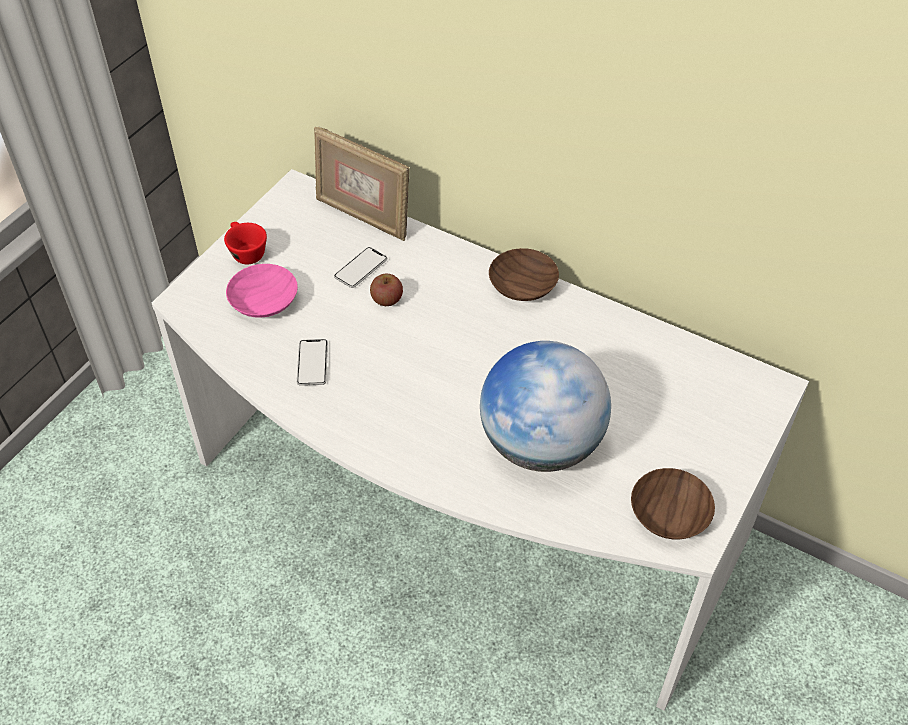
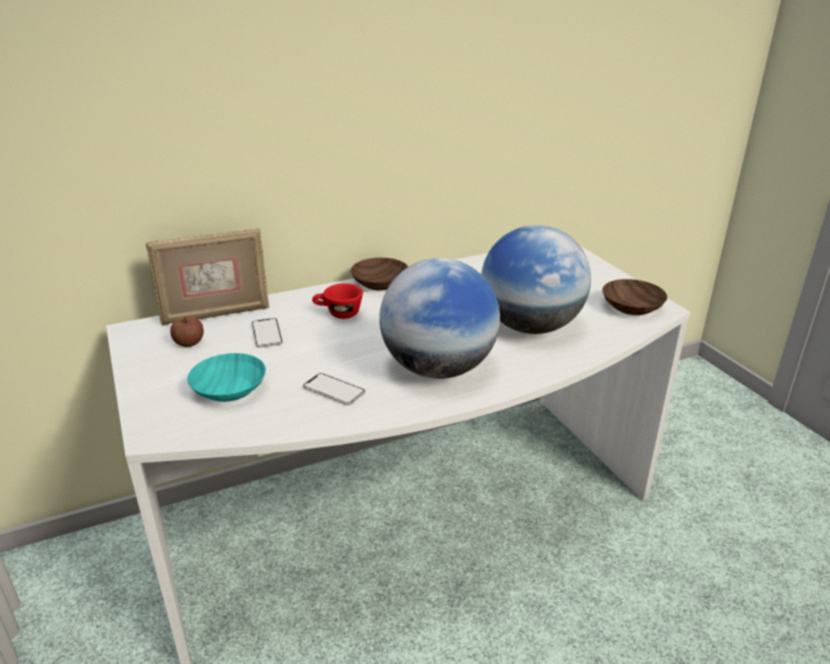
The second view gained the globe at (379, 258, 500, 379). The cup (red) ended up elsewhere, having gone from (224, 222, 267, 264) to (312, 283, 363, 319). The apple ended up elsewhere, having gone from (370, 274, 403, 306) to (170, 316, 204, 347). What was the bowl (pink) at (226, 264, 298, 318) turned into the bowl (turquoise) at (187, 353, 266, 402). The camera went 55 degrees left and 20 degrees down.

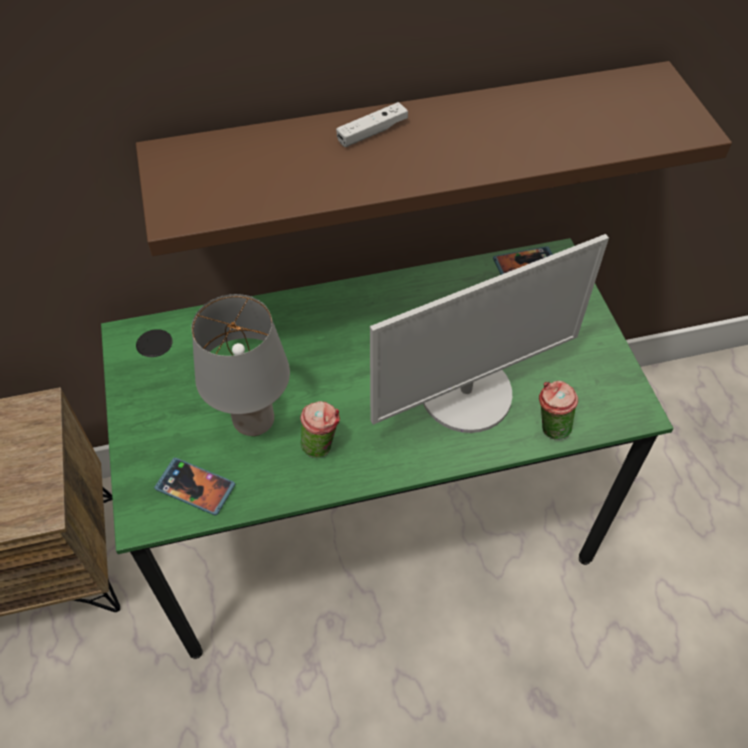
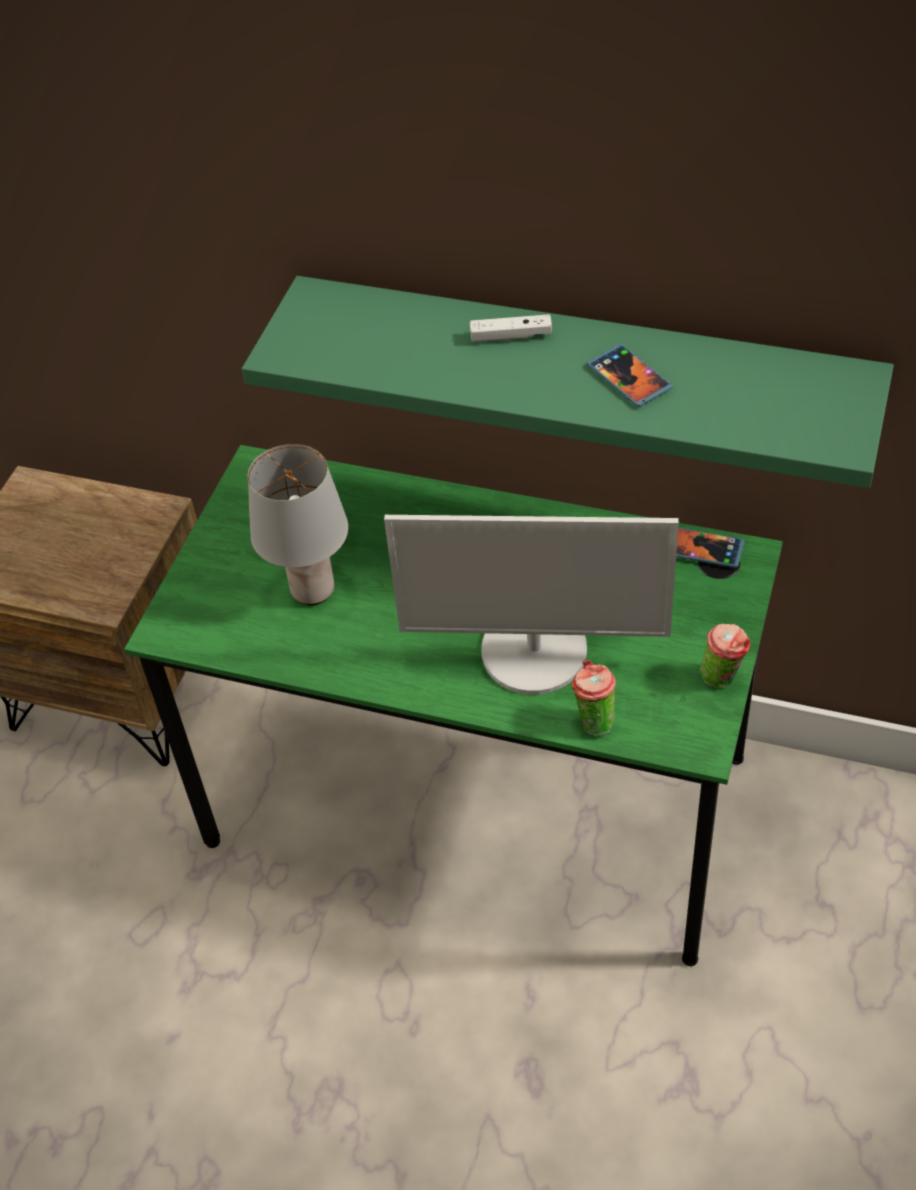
The phone ended up elsewhere, having gone from (154, 458, 235, 515) to (587, 344, 673, 407). The cup ended up elsewhere, having gone from (300, 401, 340, 457) to (700, 624, 750, 688). What was the shelf (brown) at (136, 61, 732, 256) turned into the shelf (green) at (242, 276, 894, 488). The camera went 35 degrees right and 5 degrees down.

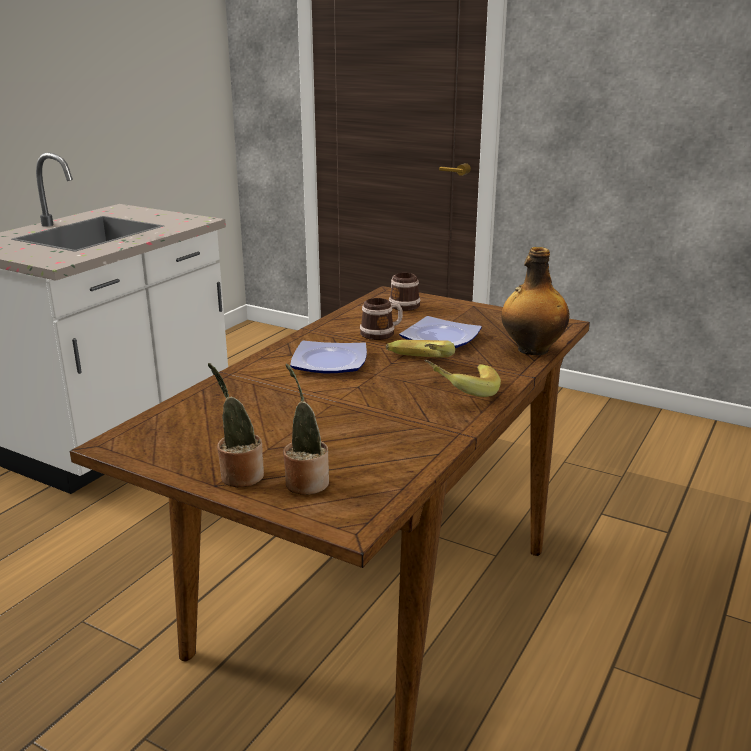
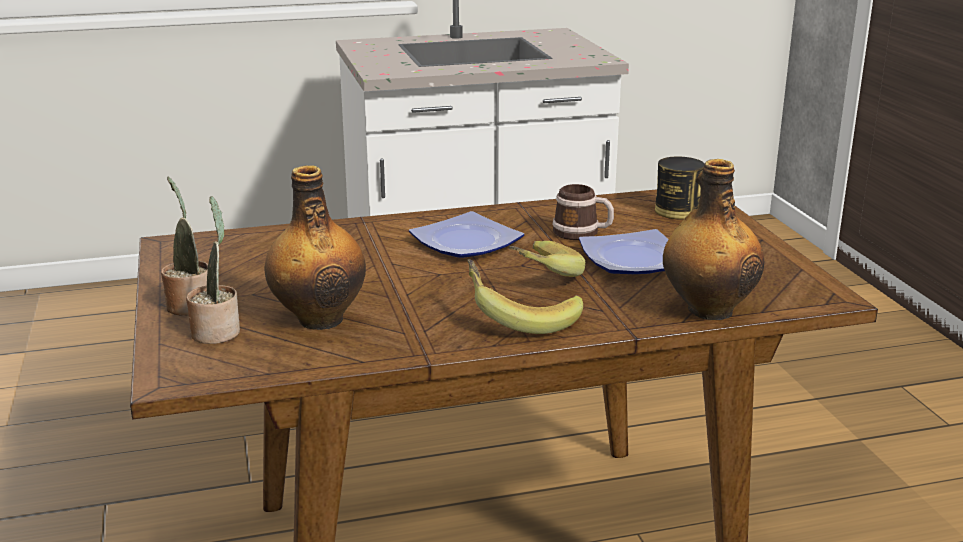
The second view gained the bottle at (265, 165, 366, 330). Where the mug stood at (389, 273, 421, 311), the can came to stand at (655, 157, 705, 219). The camera went 45 degrees right and 0 degrees up.

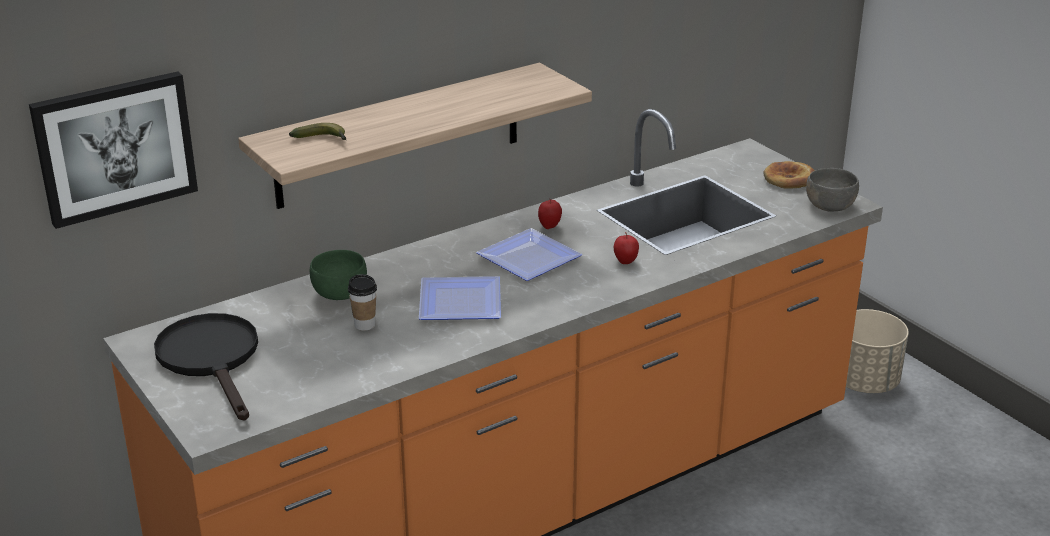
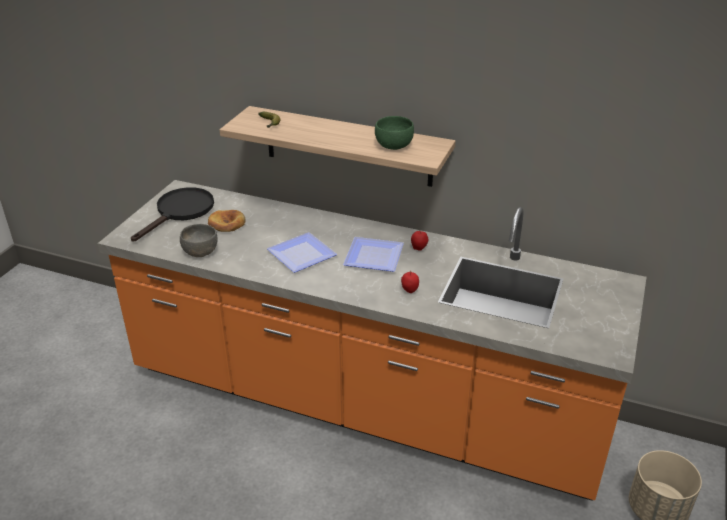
The second view lost the picture at (29, 71, 198, 229). The second view lost the cup at (348, 274, 377, 331). The bowl (green) ended up elsewhere, having gone from (310, 250, 367, 300) to (375, 116, 414, 150). The bread ended up elsewhere, having gone from (763, 161, 815, 189) to (208, 210, 246, 232). The bowl (grey) ended up elsewhere, having gone from (806, 168, 859, 212) to (180, 224, 218, 257). The camera went 55 degrees right and 5 degrees up.

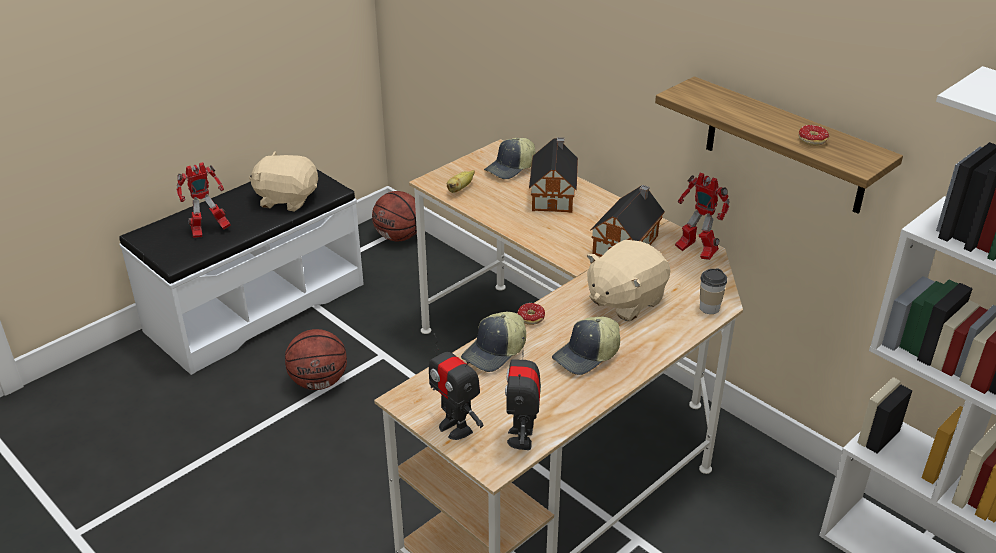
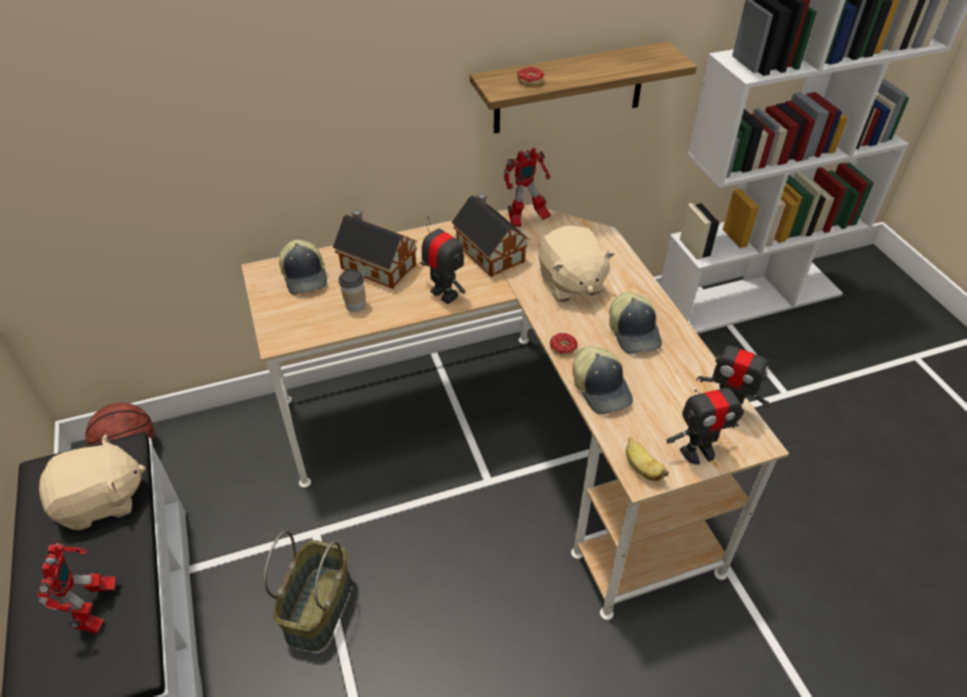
The second view gained the toy robot at (420, 216, 465, 304). The banana ended up elsewhere, having gone from (447, 170, 475, 193) to (626, 437, 669, 481). The cup ended up elsewhere, having gone from (700, 268, 727, 314) to (339, 269, 365, 312). The donut ended up elsewhere, having gone from (798, 125, 829, 146) to (517, 67, 544, 86). Where the basketball stood at (285, 329, 347, 390), the basket came to stand at (264, 530, 351, 651). The plush toy (beige) at (249, 151, 318, 212) ended up facing another way, 150 degrees counterclockwise from before. The camera went 65 degrees left and 10 degrees up.

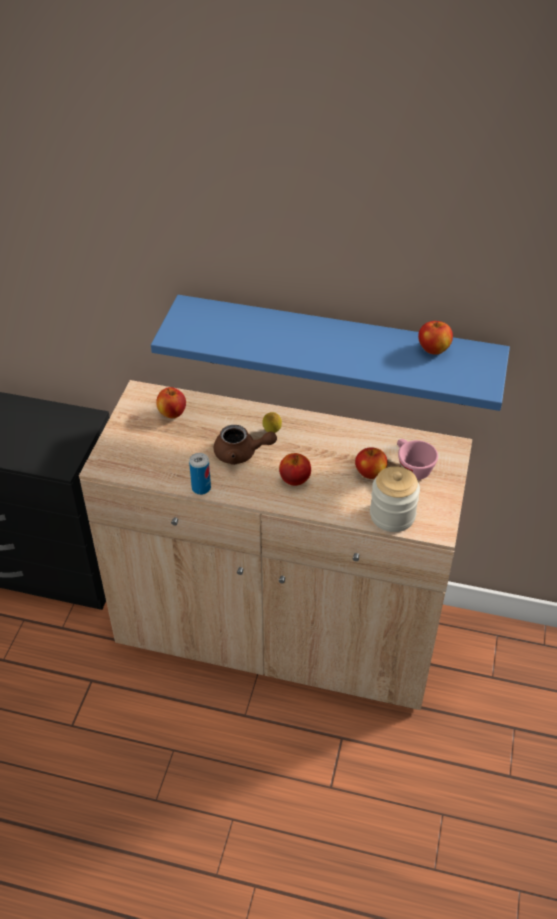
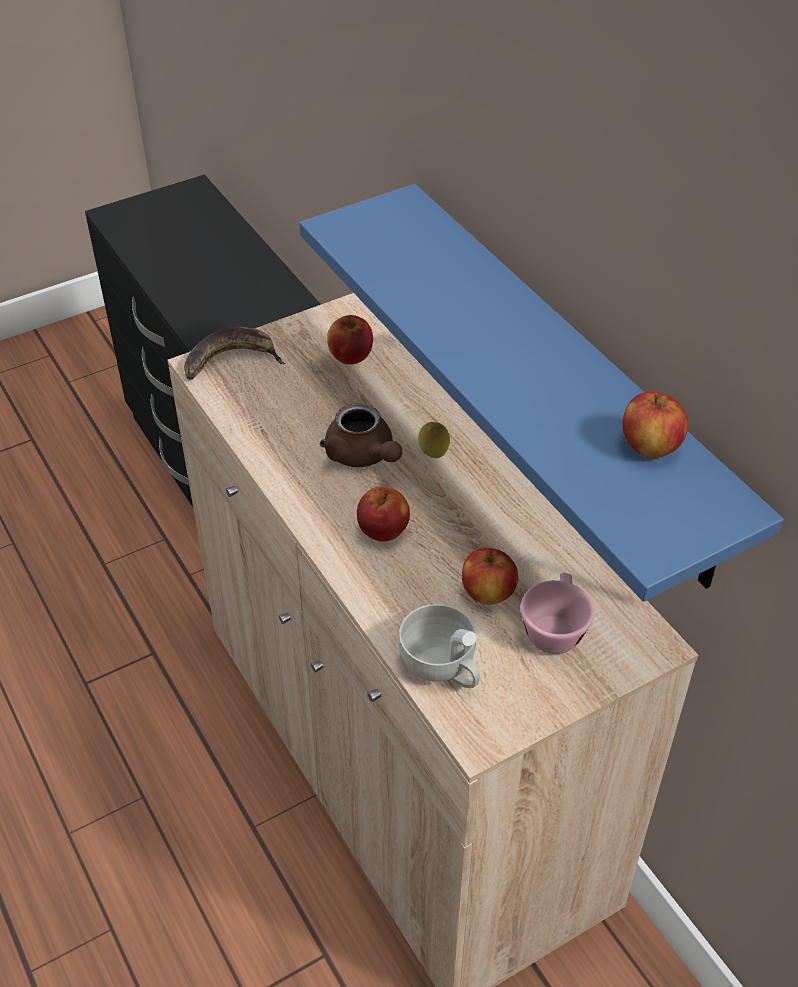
The second view lost the can at (189, 453, 211, 495). The second view gained the banana at (184, 327, 285, 380). Where the jar stood at (370, 466, 420, 532), the cup (white) came to stand at (399, 604, 480, 688). The camera went 45 degrees right and 0 degrees up.

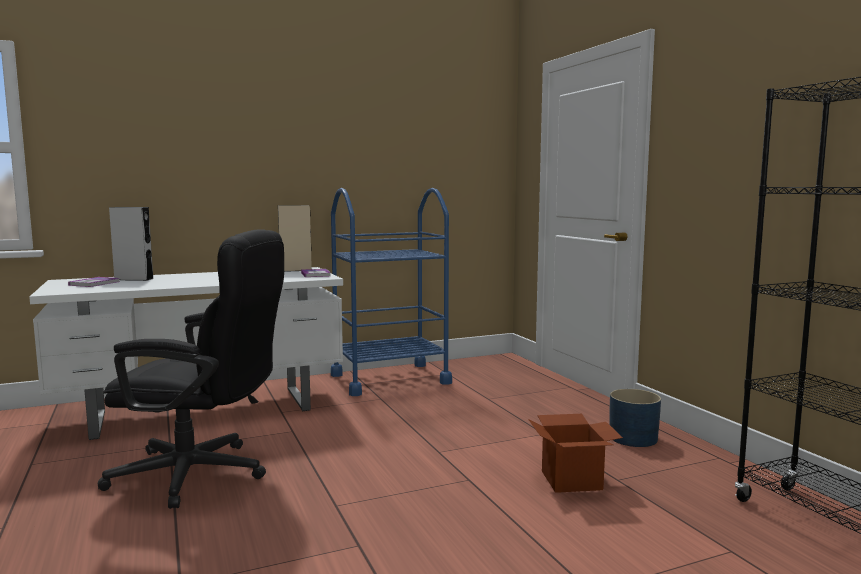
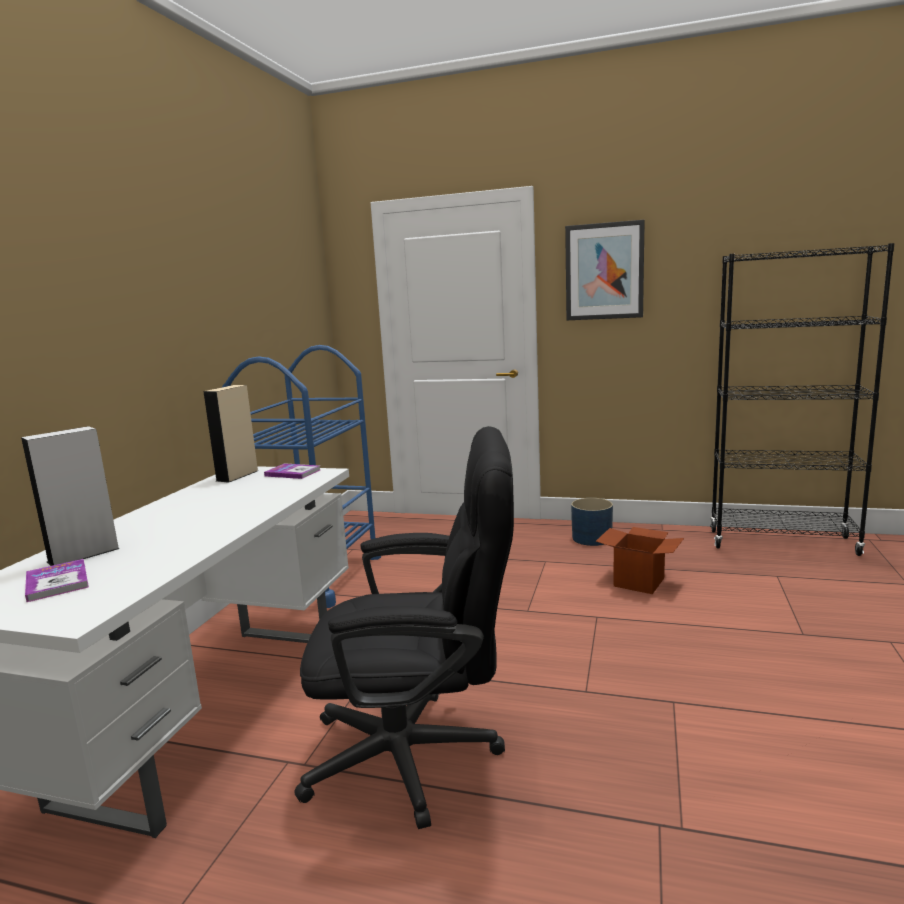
The second view gained the picture at (565, 220, 645, 320). The office chair (black) at (98, 229, 284, 509) ended up facing another way, 45 degrees clockwise from before. The camera went 50 degrees left and 5 degrees up.

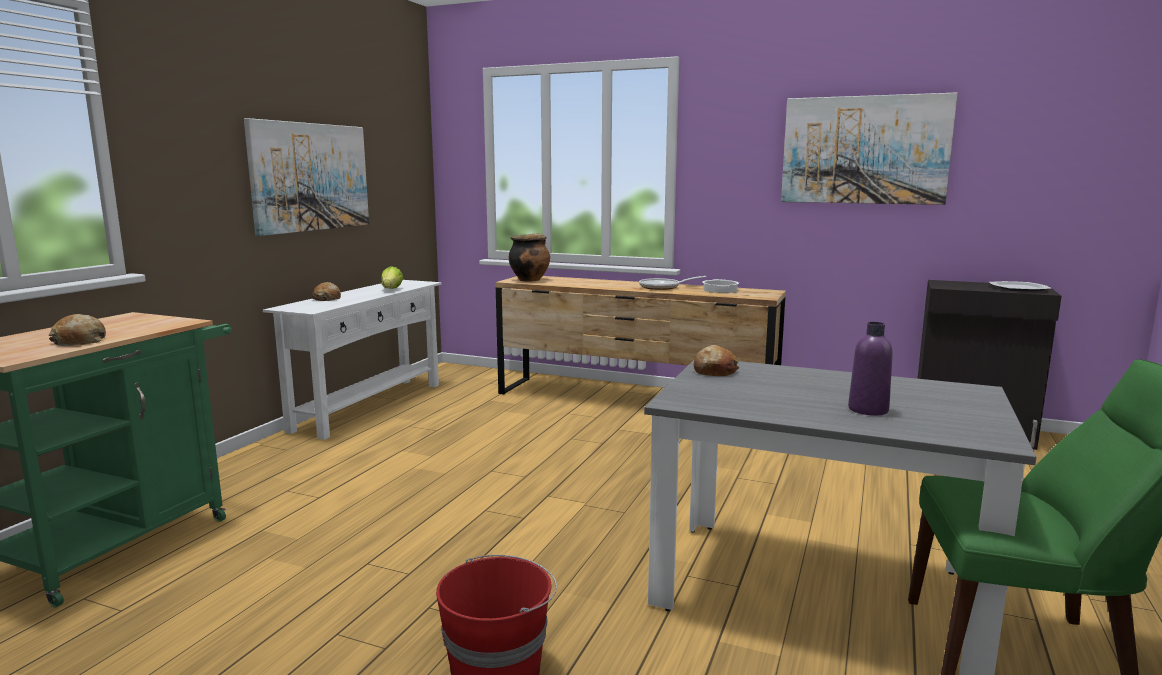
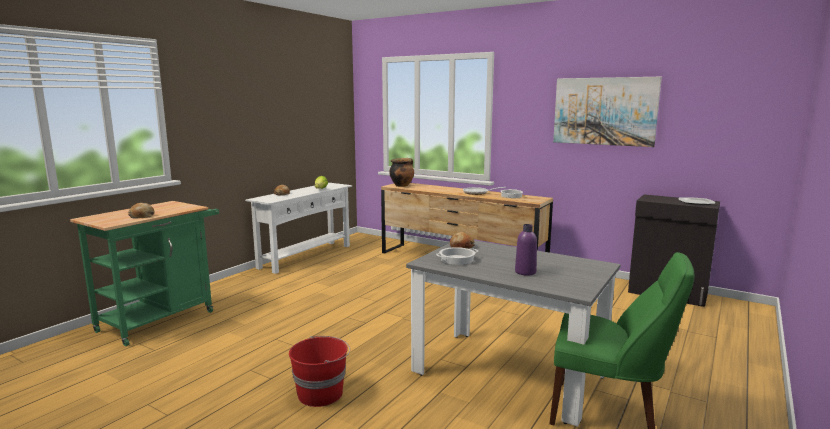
The second view lost the picture at (244, 118, 369, 236). The second view gained the cooking pot at (436, 247, 478, 265). The camera went 10 degrees right and 0 degrees up.

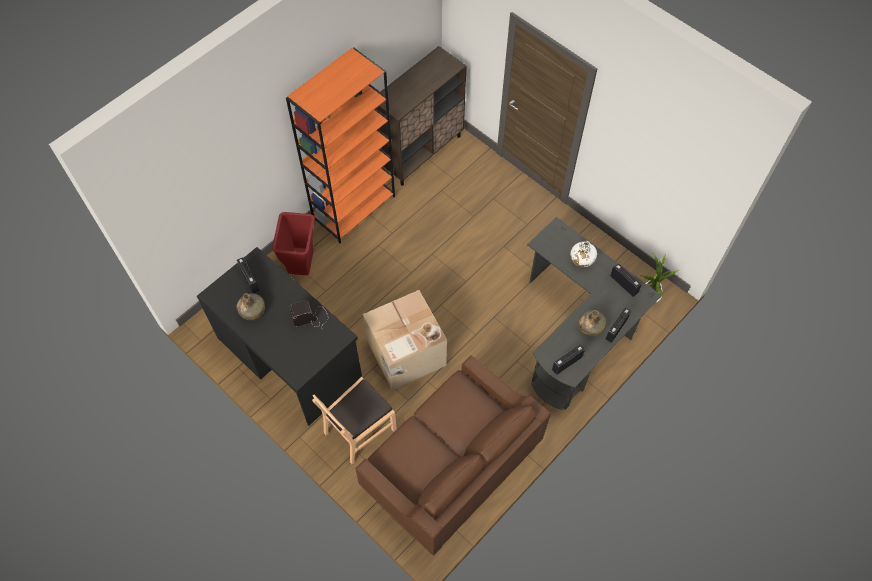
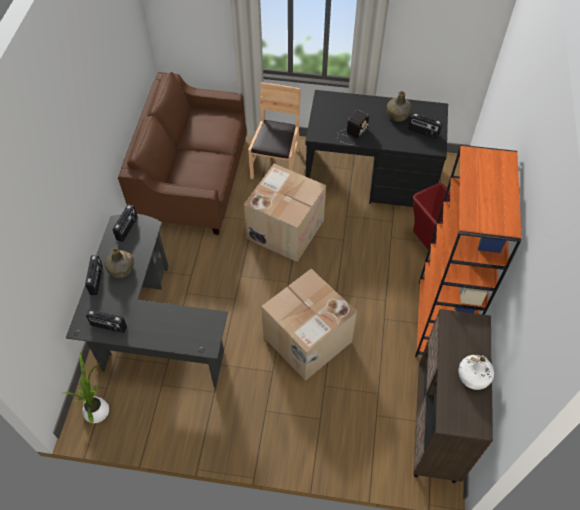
The second view gained the cardboard box at (261, 269, 357, 381). The bottle (white) ended up elsewhere, having gone from (570, 241, 597, 267) to (459, 355, 494, 390). The camera went 145 degrees right and 5 degrees down.

